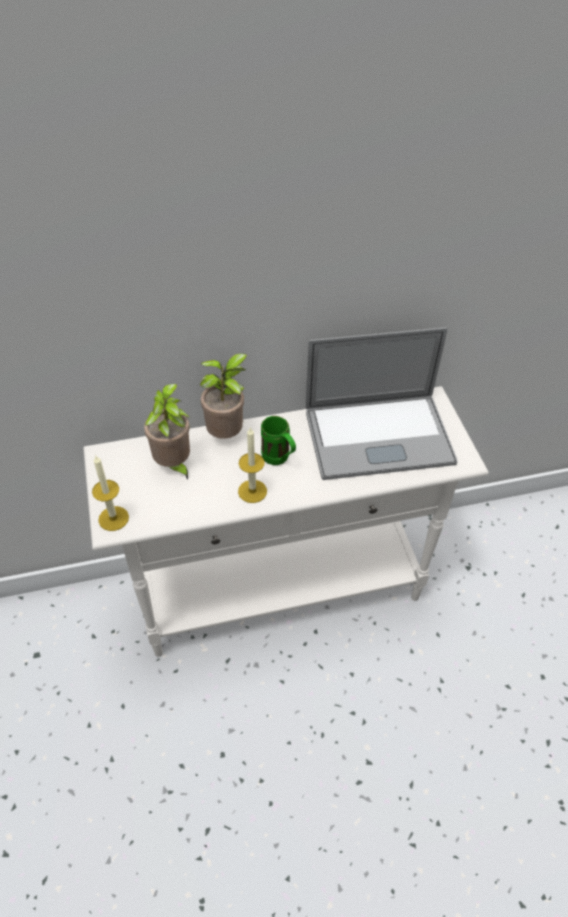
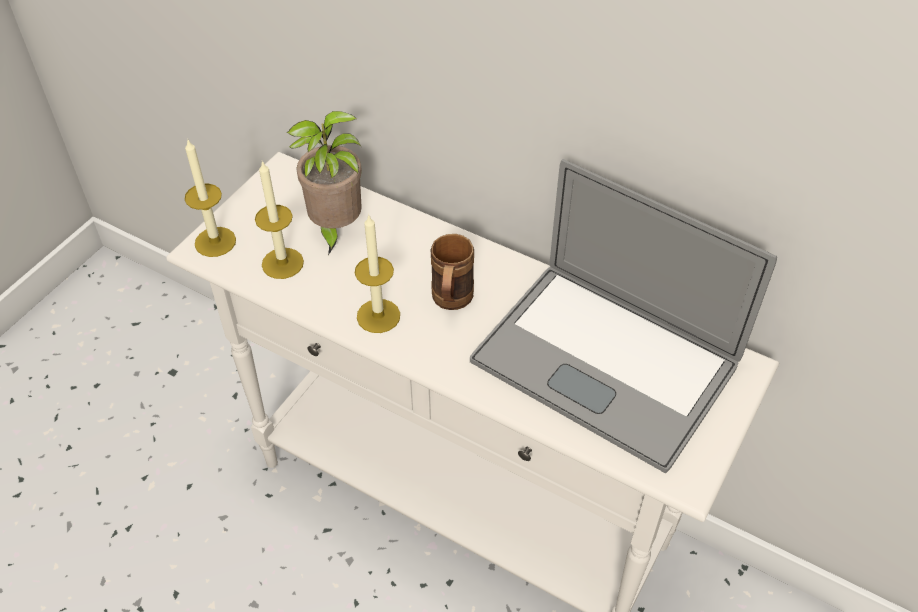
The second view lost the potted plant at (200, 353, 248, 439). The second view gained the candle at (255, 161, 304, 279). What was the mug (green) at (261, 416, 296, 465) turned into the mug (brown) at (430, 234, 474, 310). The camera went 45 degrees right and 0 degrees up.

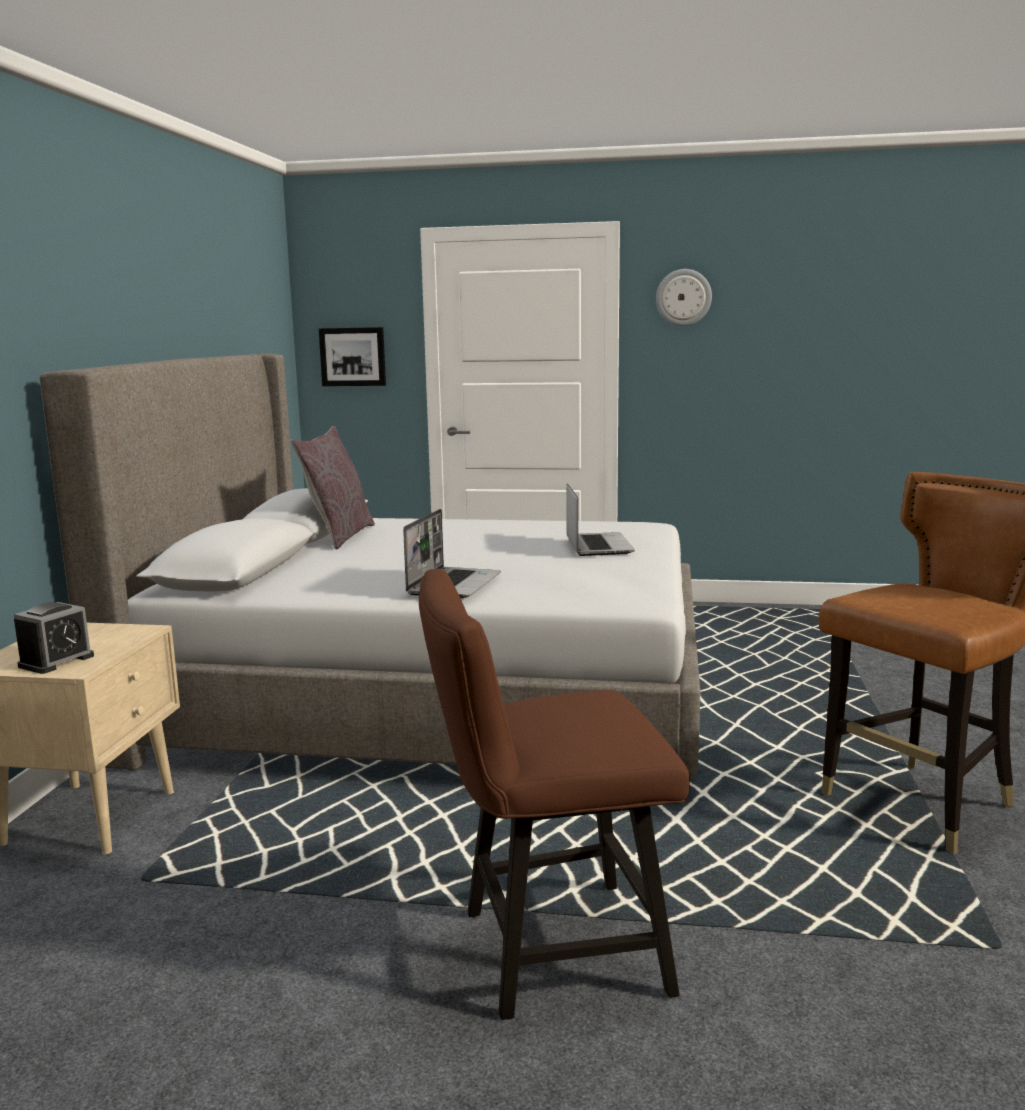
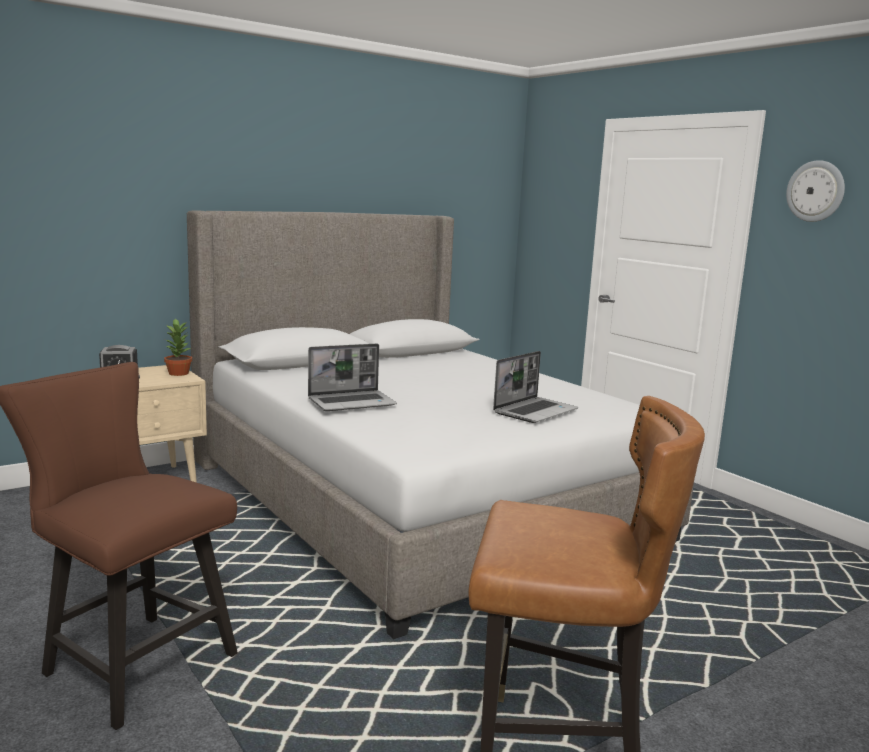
The second view lost the pillow (grey) at (291, 426, 375, 549). The second view lost the picture at (319, 327, 386, 386). The second view gained the potted plant at (164, 319, 192, 376). The camera went 45 degrees right and 0 degrees up.

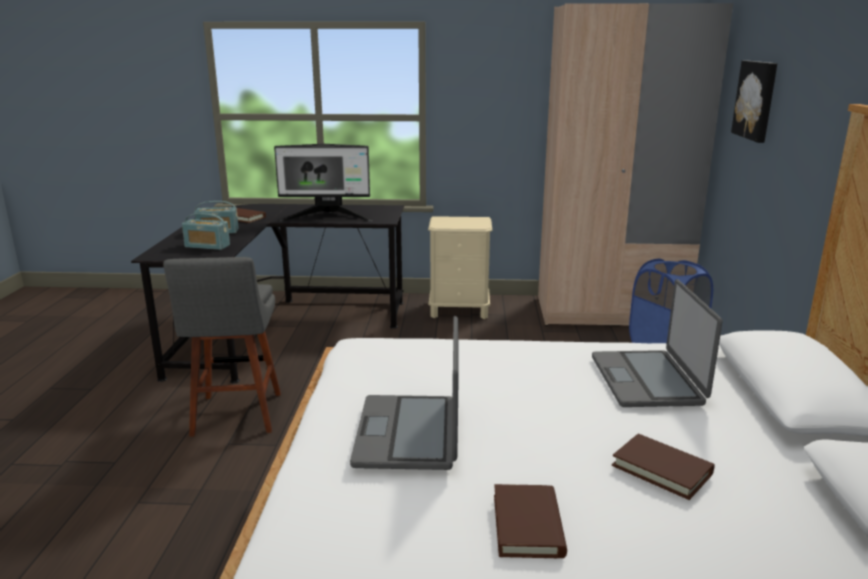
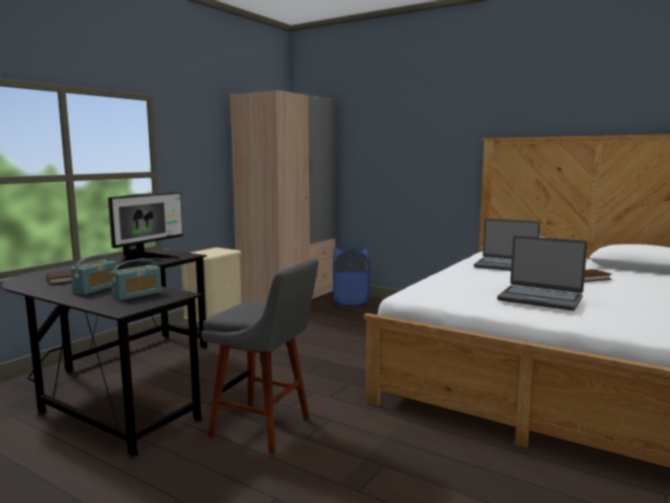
The second view lost the book (brown) at (494, 484, 567, 558). The second view lost the picture at (731, 61, 777, 143). The camera went 60 degrees left and 10 degrees down.

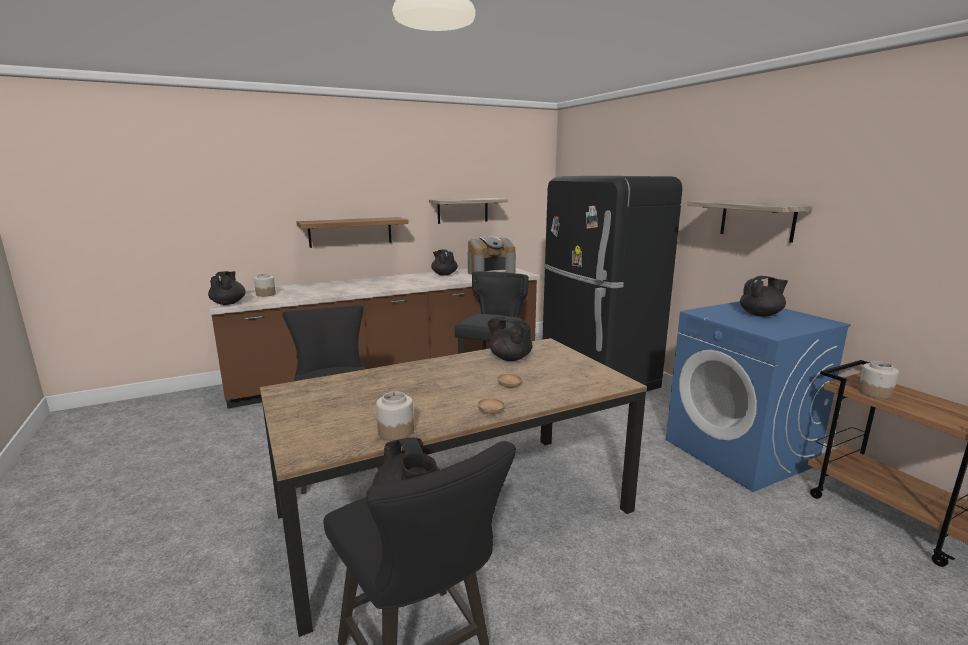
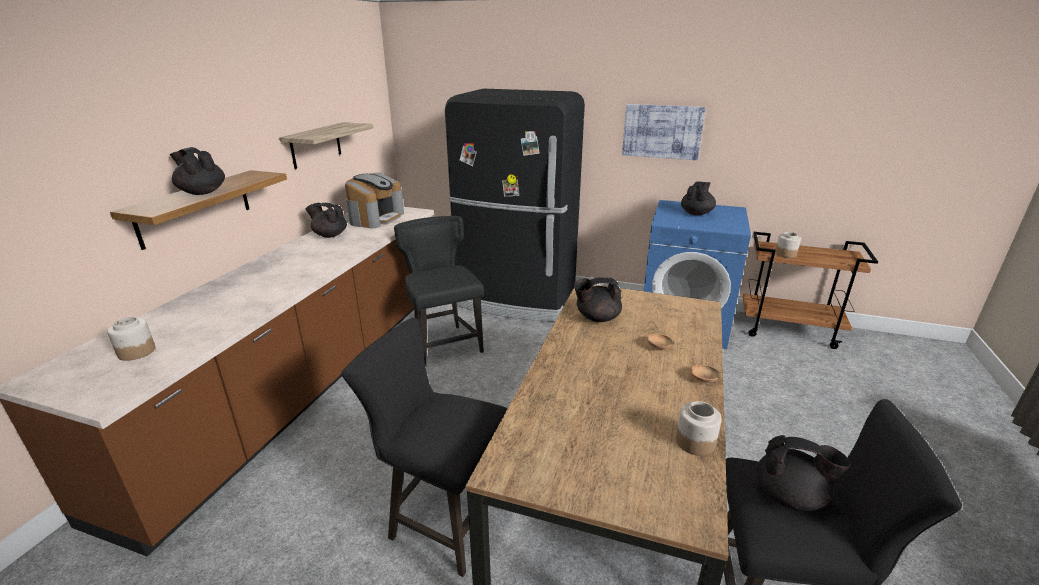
The teapot (black) ended up elsewhere, having gone from (208, 271, 246, 305) to (169, 147, 225, 195). Where the shelf hung at (687, 200, 813, 243), the picture came to hang at (622, 104, 706, 160). The camera went 45 degrees left and 10 degrees up.

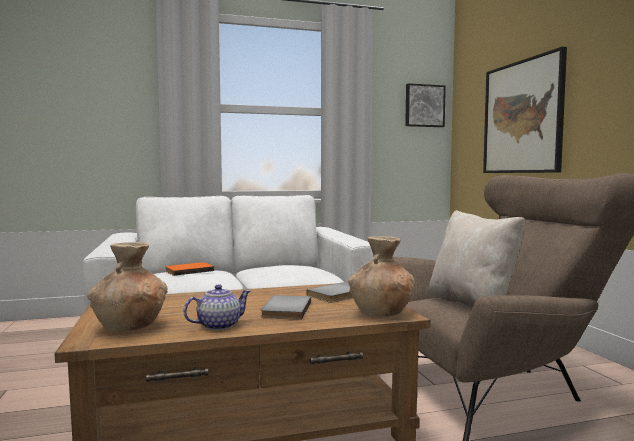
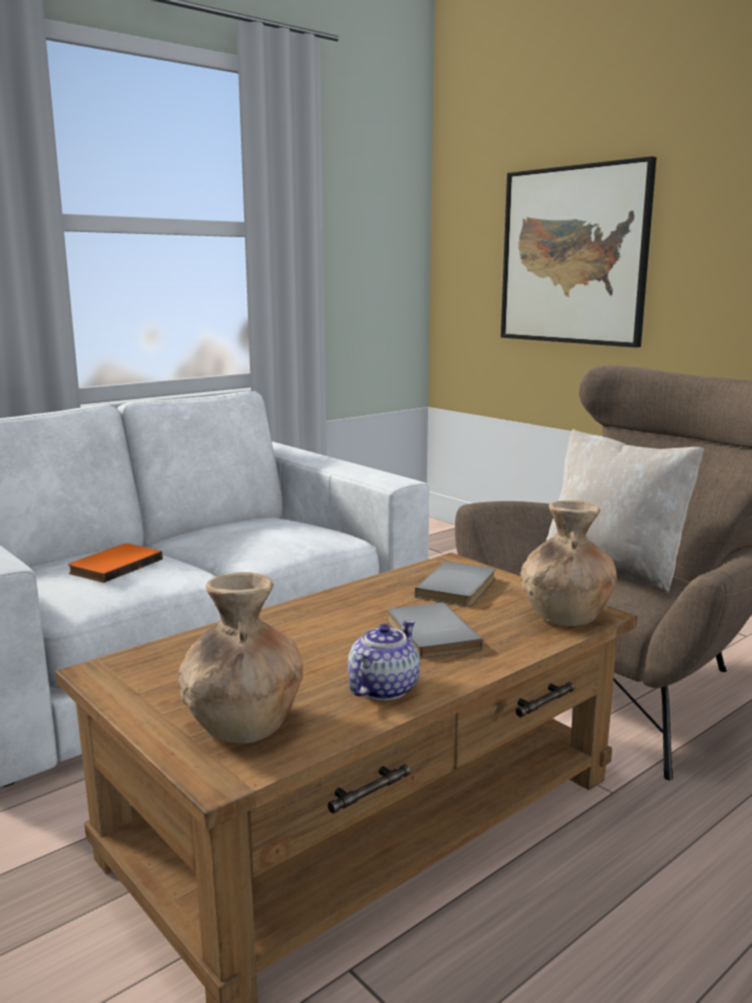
The second view lost the picture at (405, 83, 446, 127). The camera went 25 degrees left and 10 degrees up.

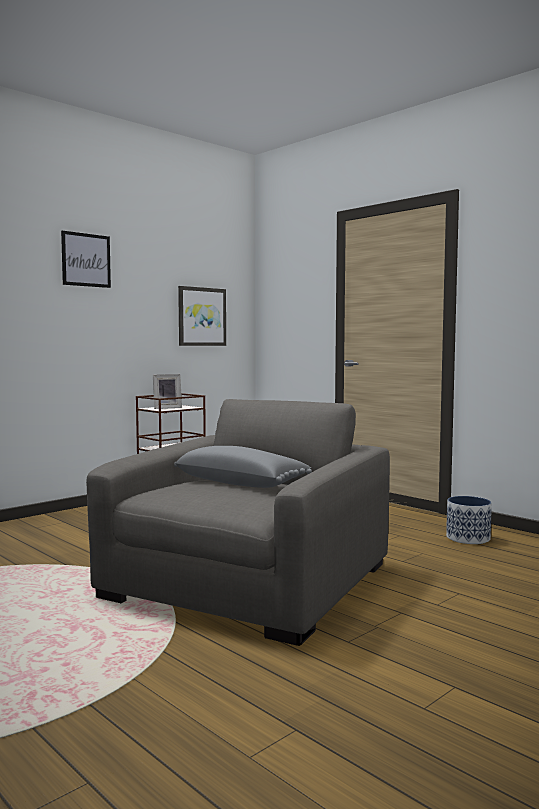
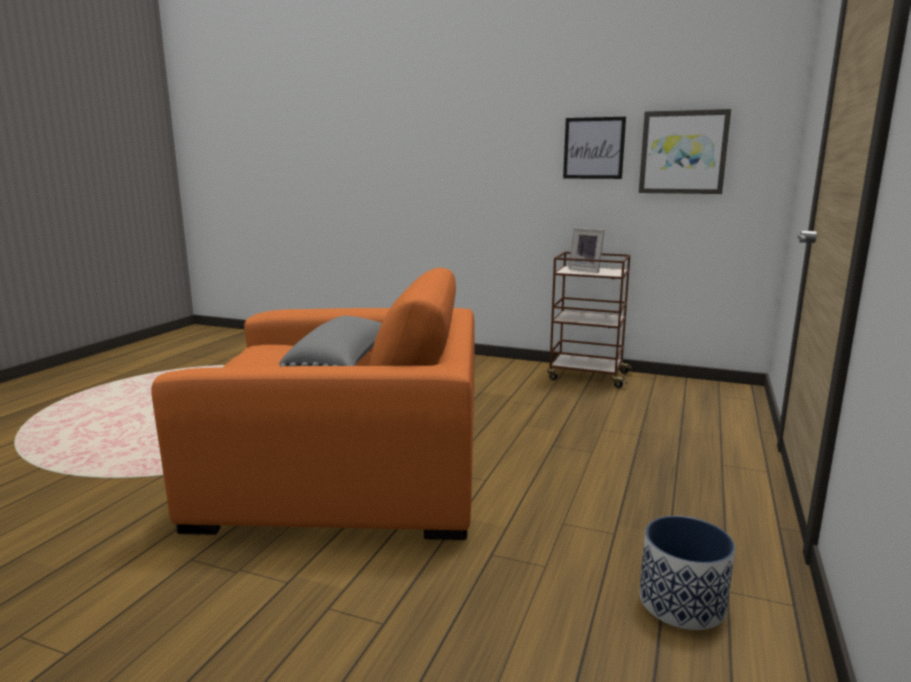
The picture ended up elsewhere, having gone from (61, 231, 111, 288) to (563, 117, 626, 179). What was the armchair (grey) at (86, 399, 390, 646) turned into the armchair (orange) at (151, 268, 474, 540). The camera went 65 degrees right and 10 degrees up.

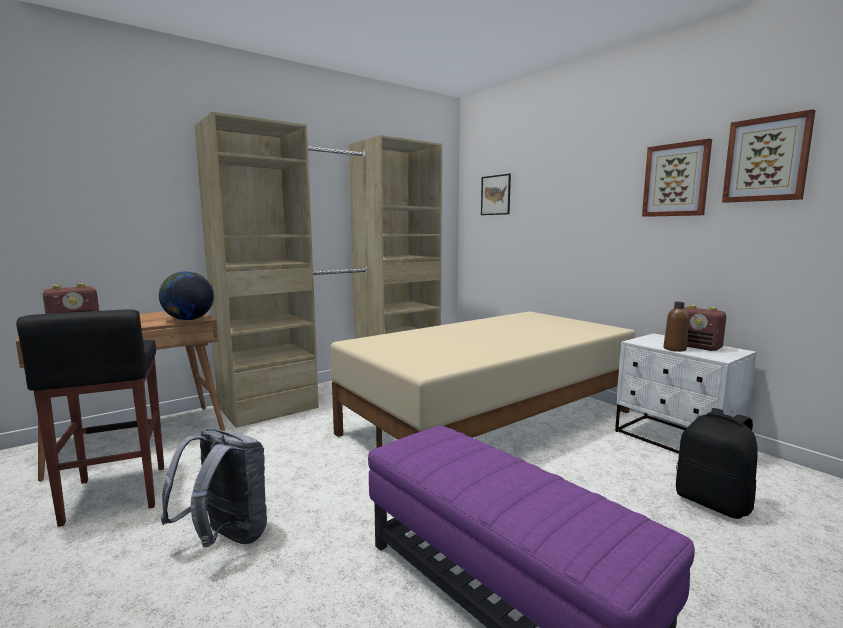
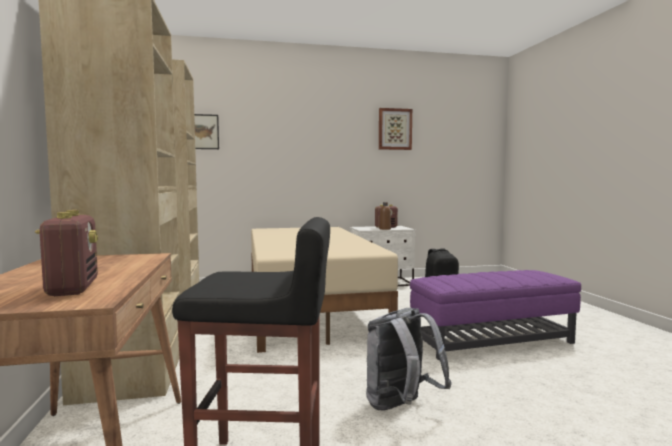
The second view lost the globe at (159, 271, 214, 320). The second view lost the picture at (642, 138, 712, 217). The camera went 65 degrees left and 5 degrees down.

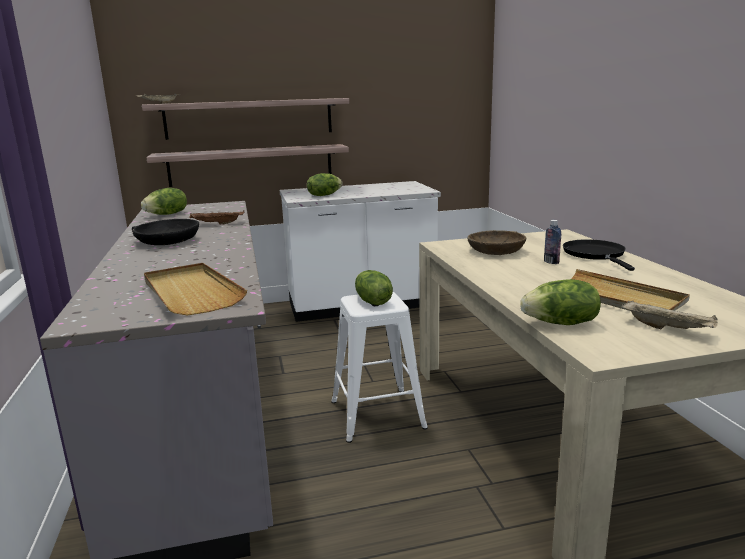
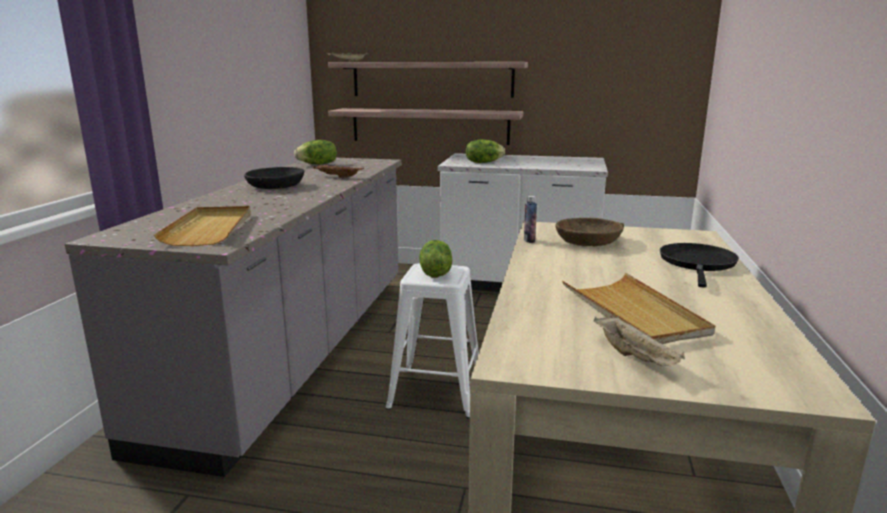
The second view lost the lettuce at (520, 279, 601, 325). The bottle ended up elsewhere, having gone from (544, 220, 561, 264) to (524, 196, 537, 243). The camera went 25 degrees right and 0 degrees up.

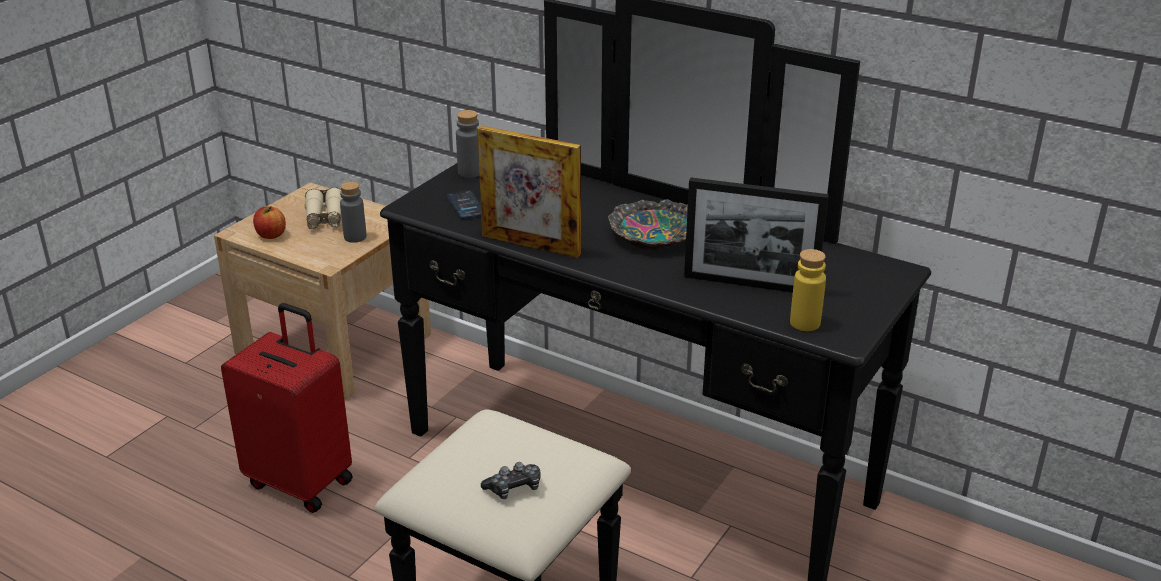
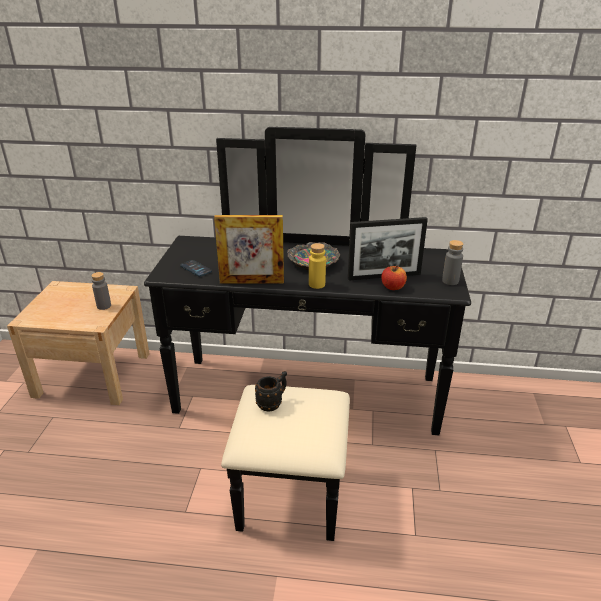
The second view lost the suitcase (red) at (221, 303, 353, 513). The second view lost the binoculars (beige) at (305, 187, 342, 229). The second view lost the game controller at (481, 462, 540, 499). The second view gained the mug (black) at (255, 371, 287, 411). The apple ended up elsewhere, having gone from (253, 206, 286, 239) to (381, 265, 407, 290). The bottle (grey) ended up elsewhere, having gone from (456, 110, 480, 178) to (442, 240, 464, 285). The bottle (yellow) ended up elsewhere, having gone from (790, 249, 826, 331) to (309, 243, 326, 289). The camera went 25 degrees left and 0 degrees up.

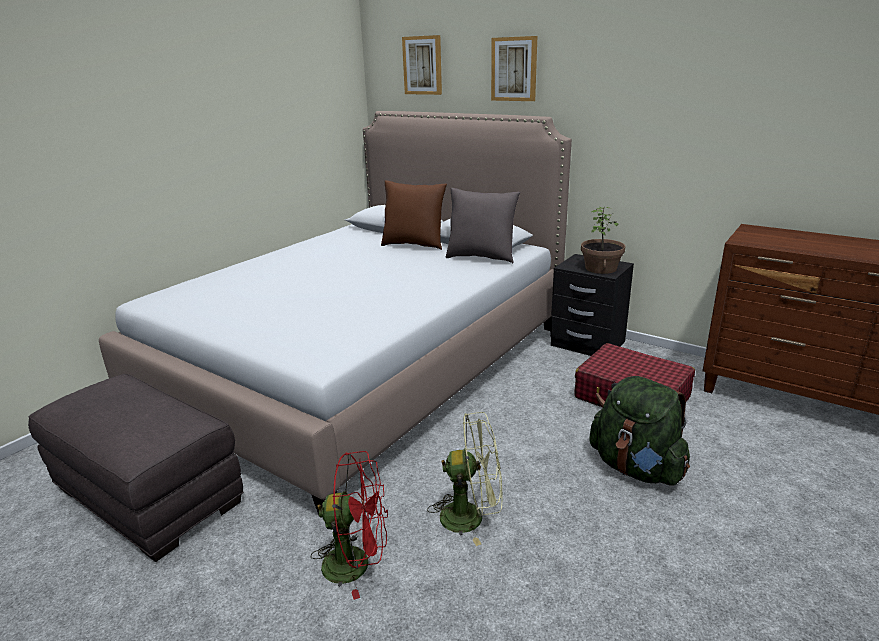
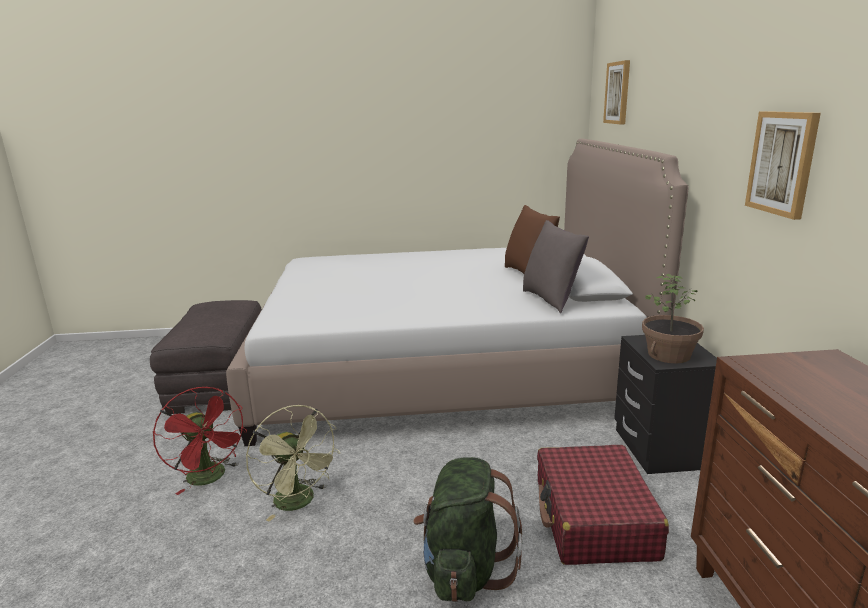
The picture ended up elsewhere, having gone from (491, 36, 537, 101) to (745, 111, 821, 220). The camera went 50 degrees right and 5 degrees down.

